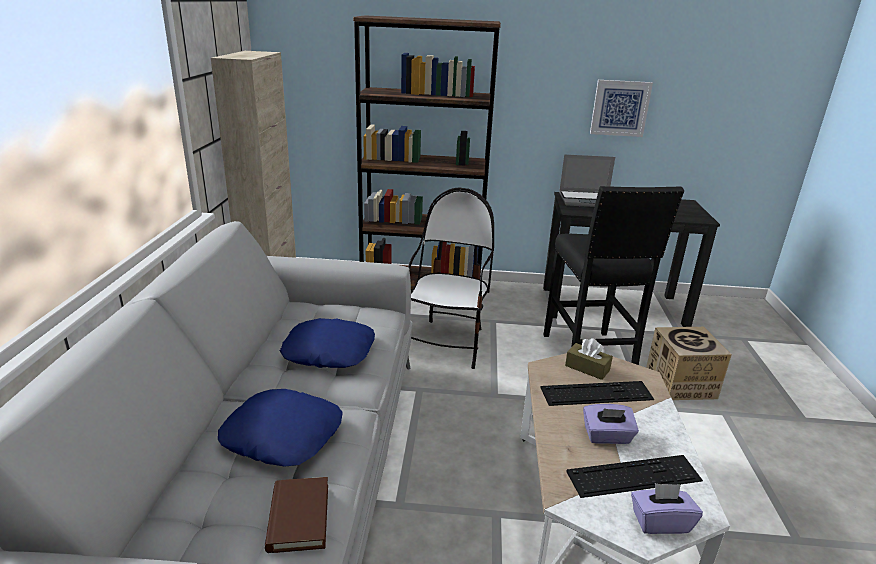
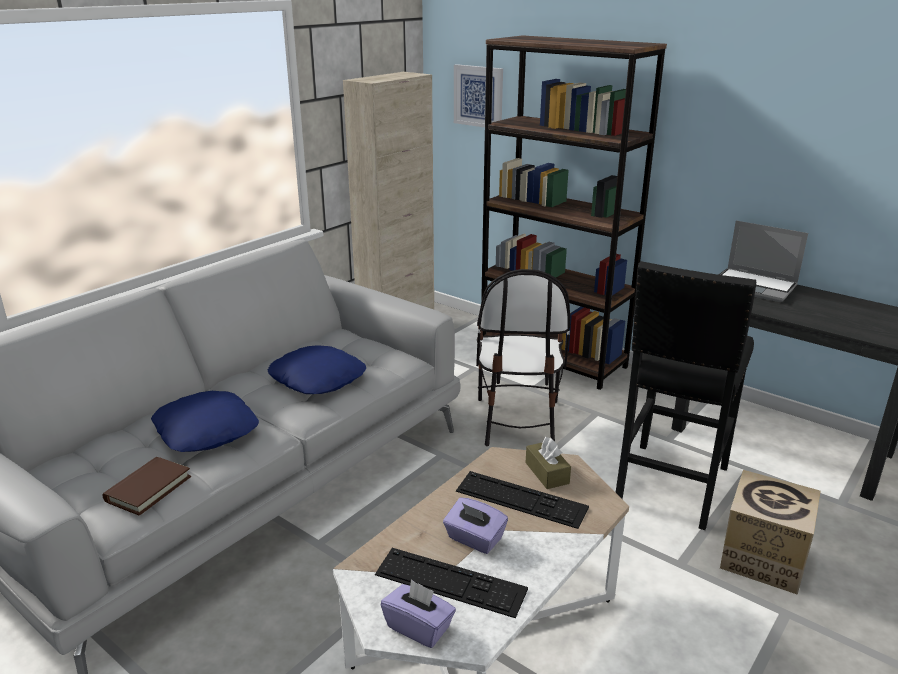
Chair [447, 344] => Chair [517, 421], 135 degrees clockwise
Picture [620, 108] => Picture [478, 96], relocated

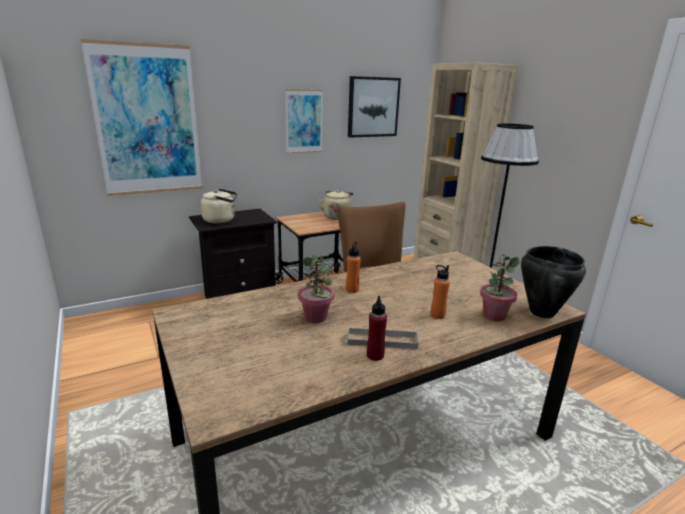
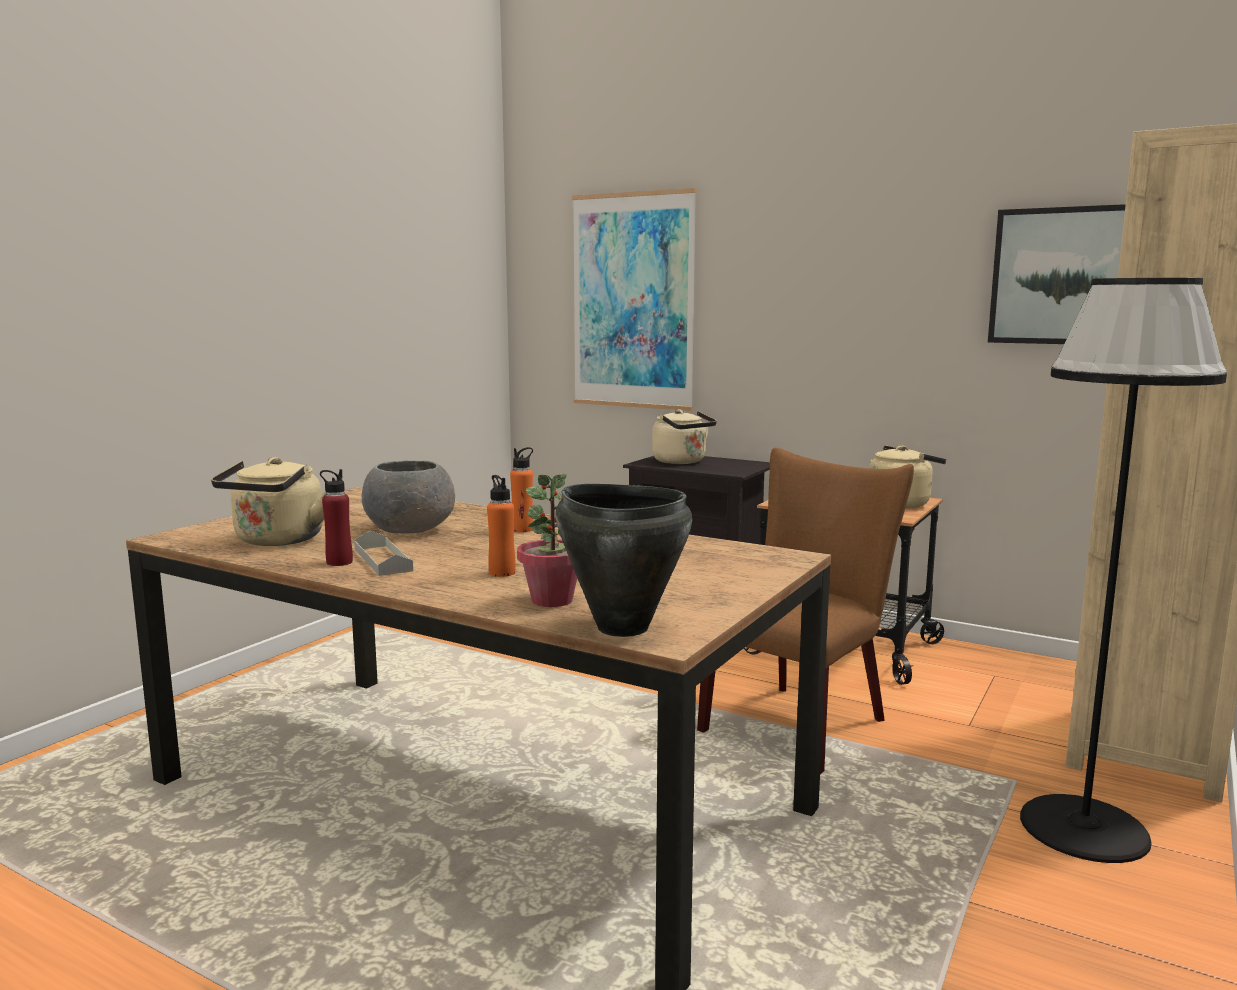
Picture [304, 121] => nothing
PottedPlant [316, 317] => GreyBowl [411, 530]
nothing => BeigeKettle [277, 541]

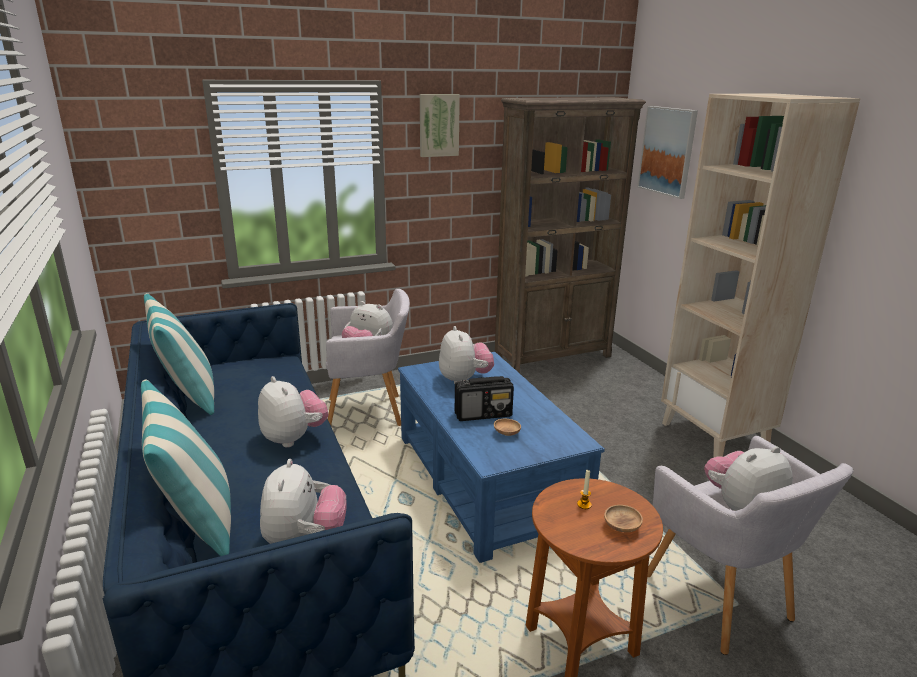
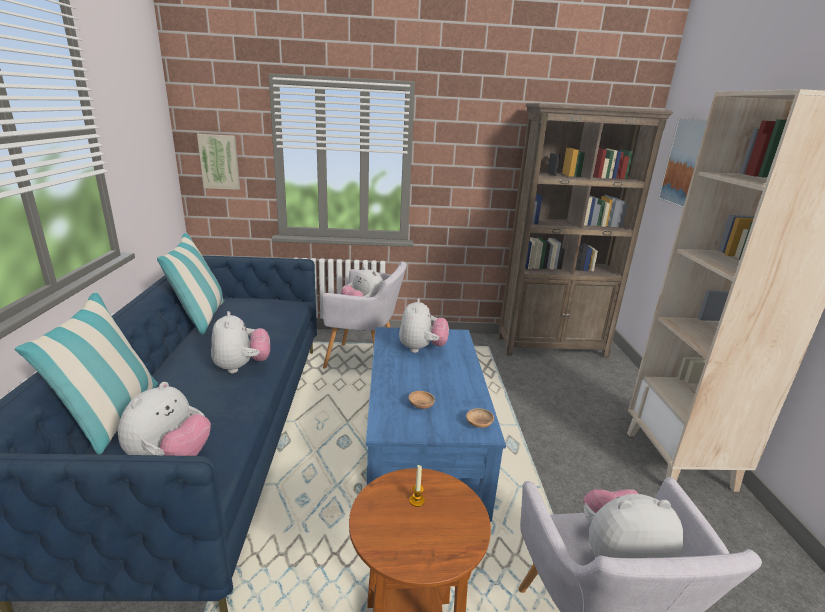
Picture [438, 125] => Picture [220, 162], relocated
Radio [483, 414] => nothing
BrownBowl [622, 527] => BrownBowl [479, 424], relocated

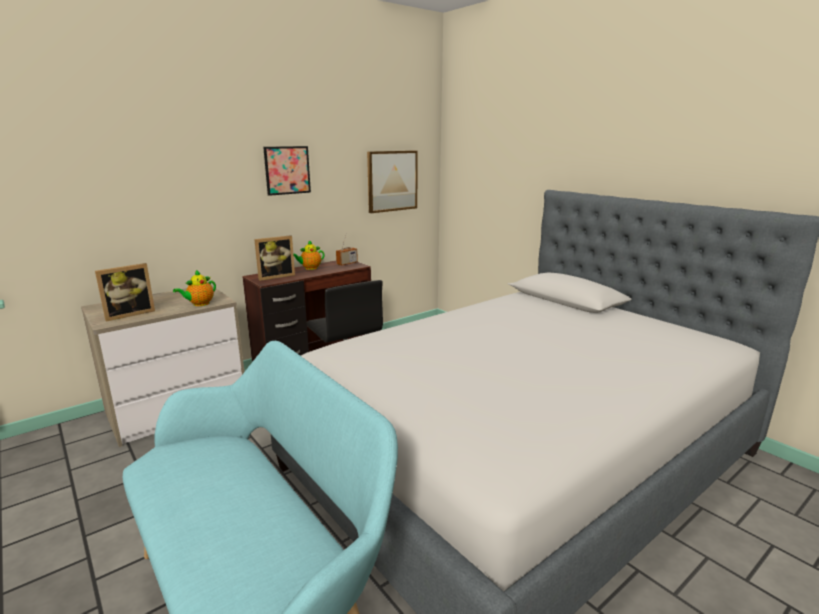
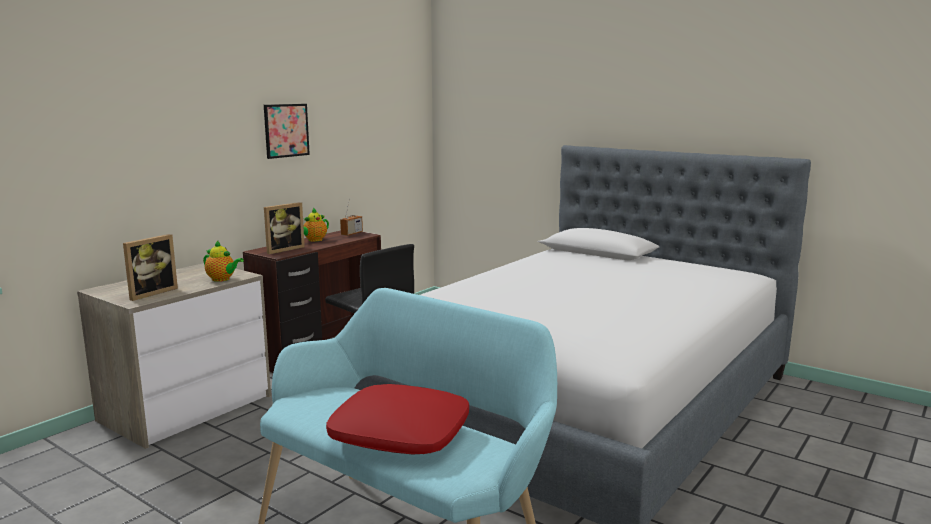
Teapot [199, 304] => Teapot [222, 279], 90 degrees counterclockwise
Picture [392, 181] => nothing
nothing => RedPillow [401, 434]

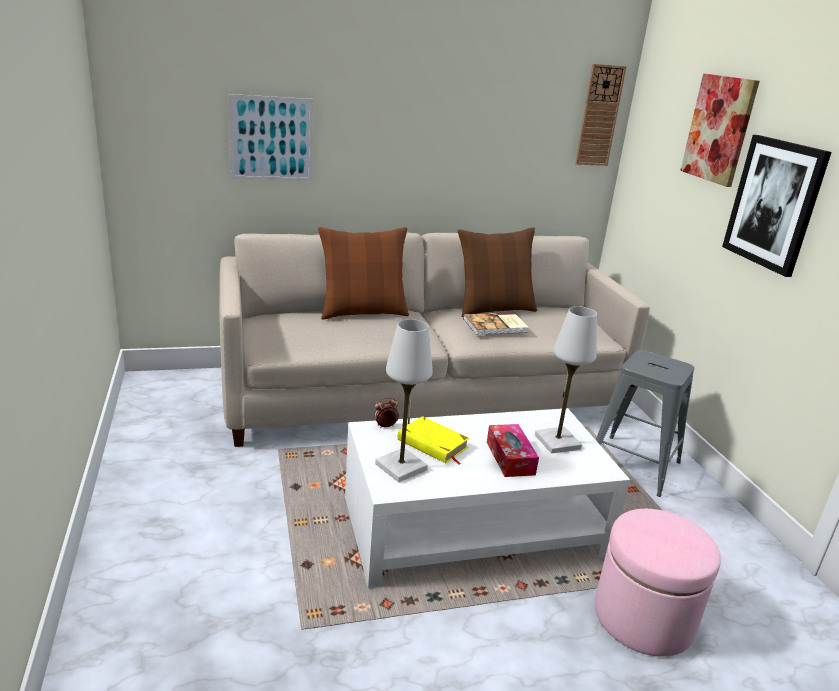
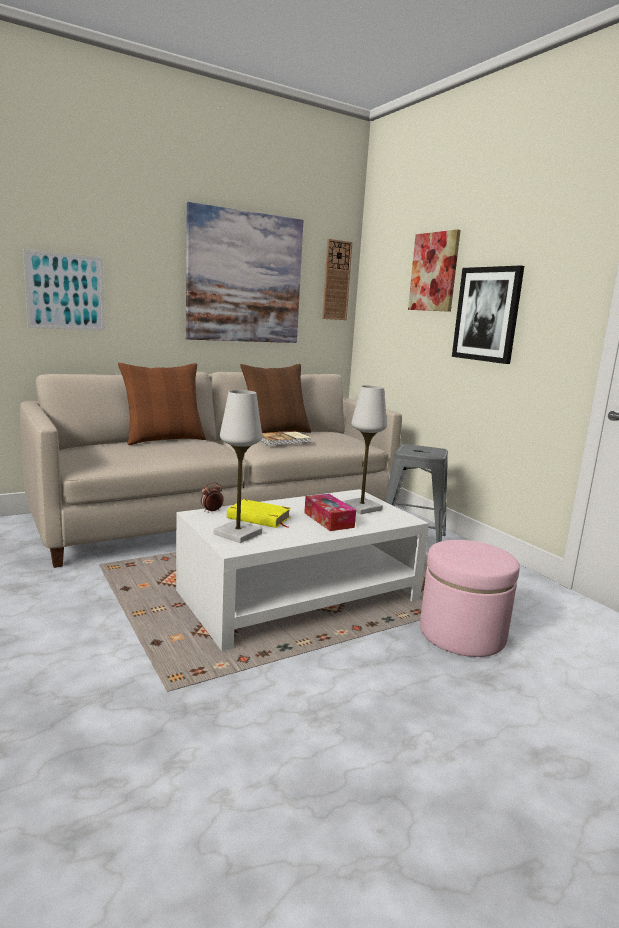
nothing => Picture [245, 278]

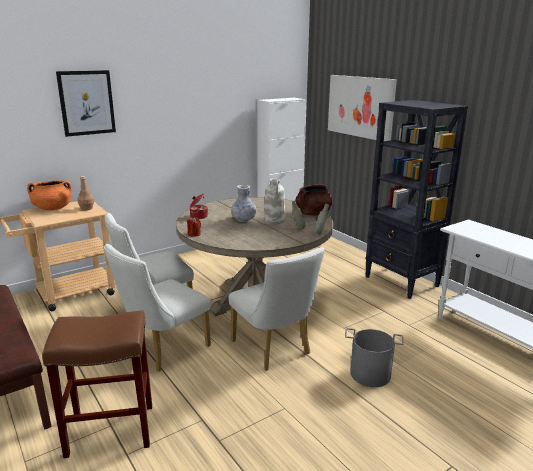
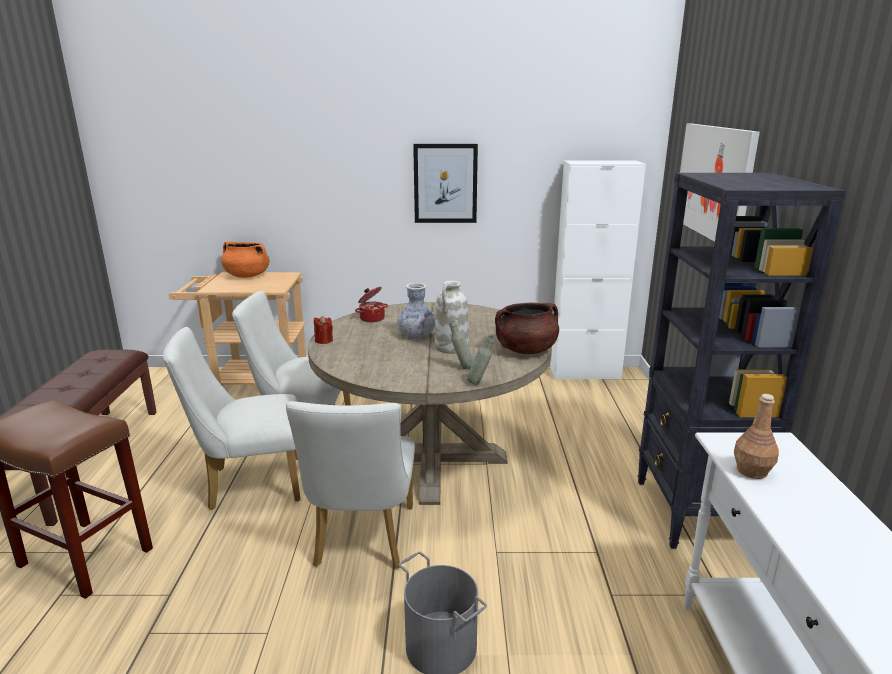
Picture [86, 103] => Picture [445, 183], relocated
BrownBottle [87, 208] => BrownBottle [752, 471], relocated

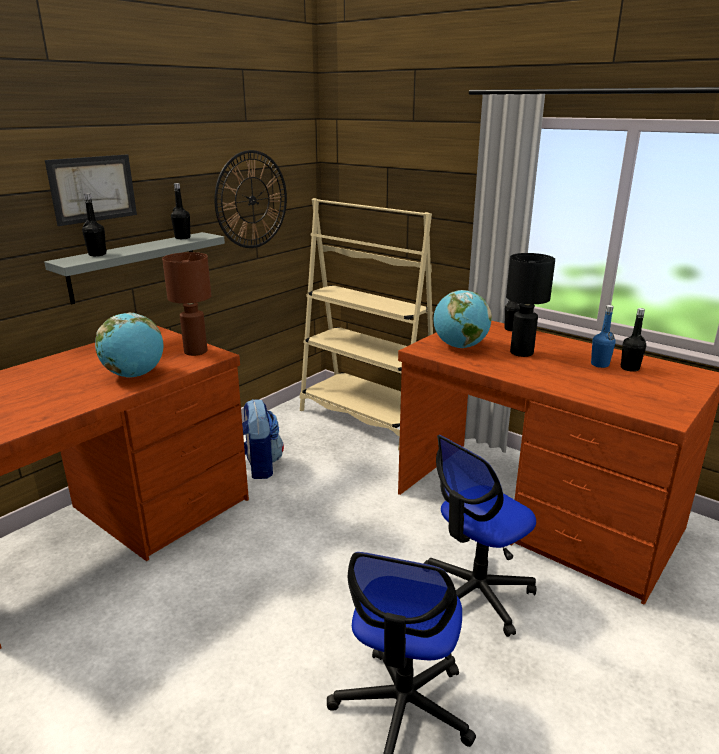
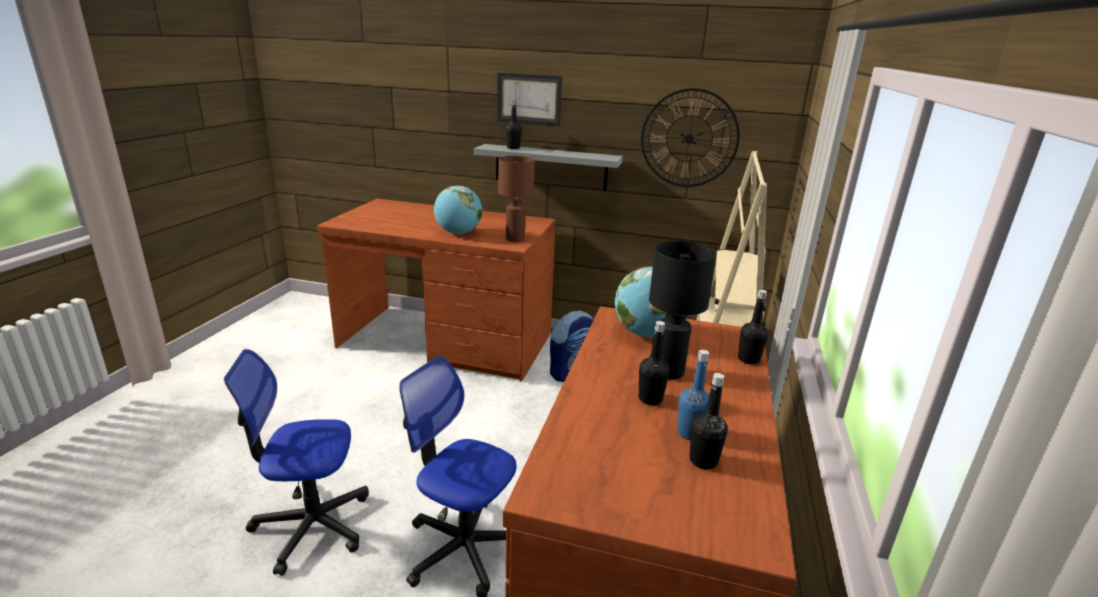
BlackBottle [182, 238] => BlackBottle [650, 399], relocated

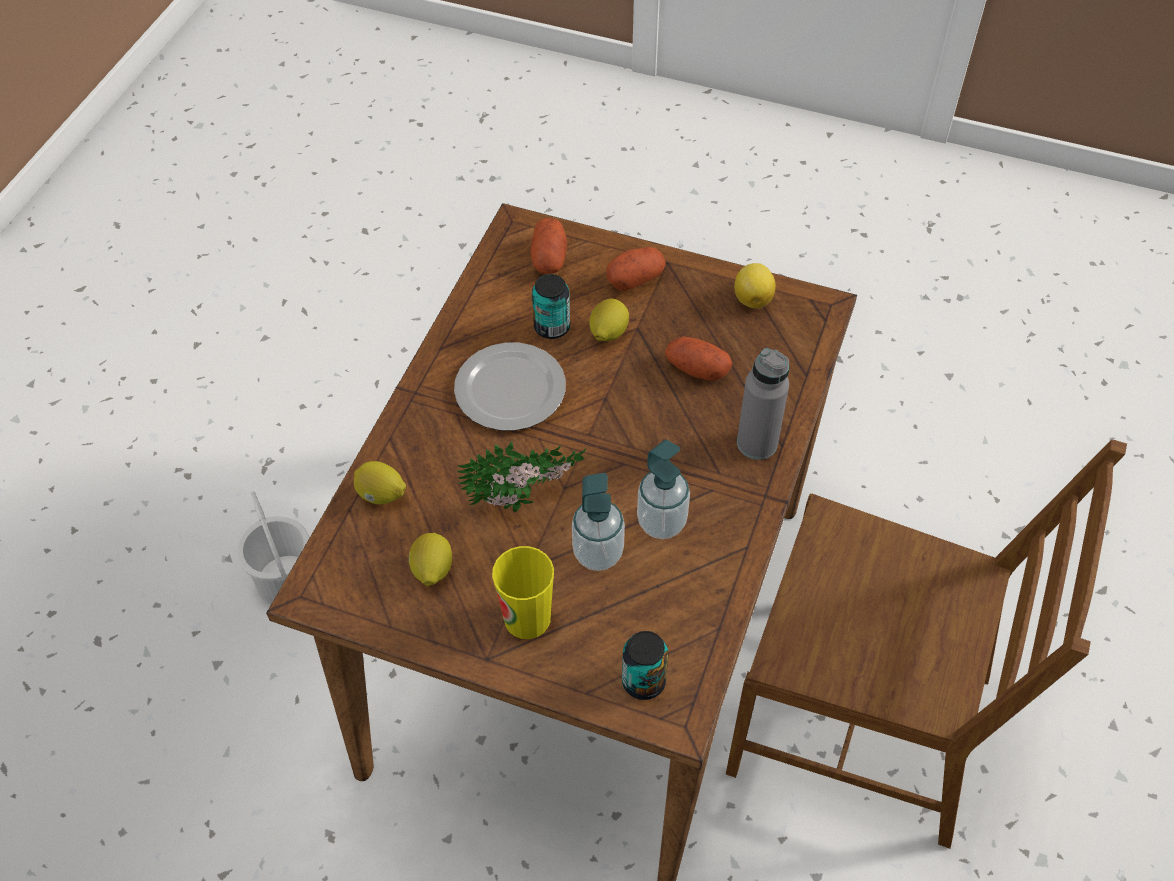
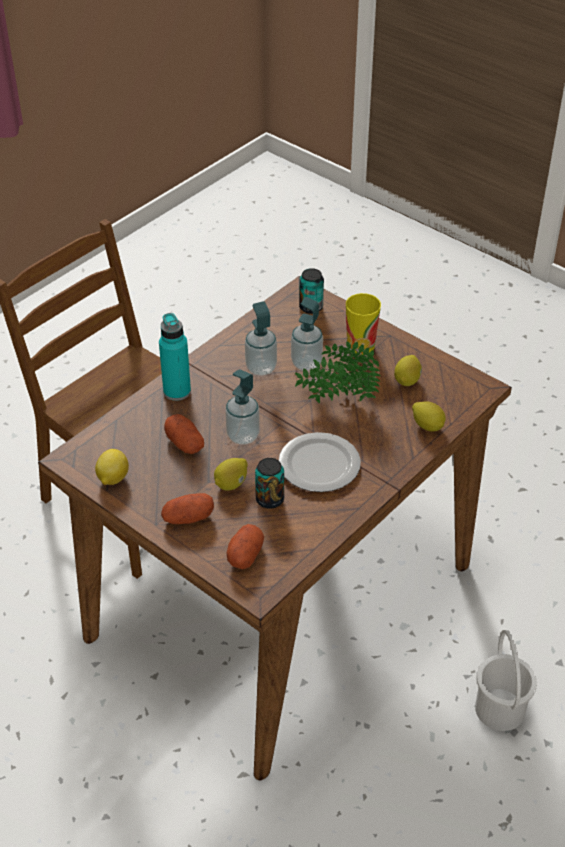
GreyBottle [757, 443] => TurquoiseBottle [177, 391]
nothing => SoapDispenser [243, 436]

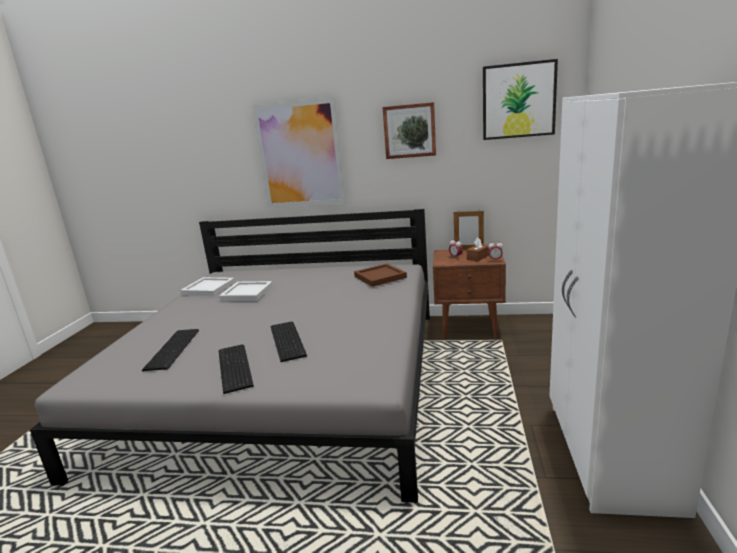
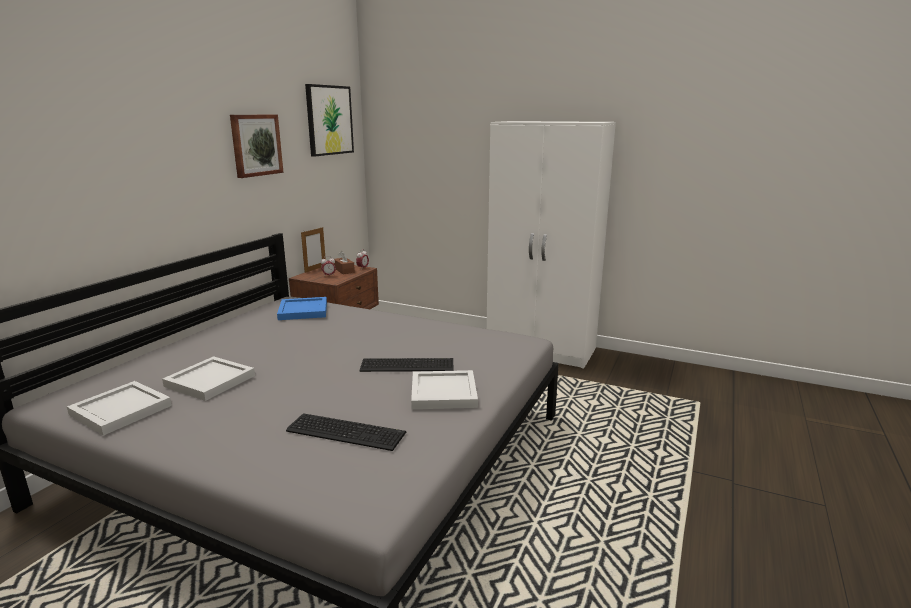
Keyboard [233, 368] => WhiteTray [444, 393]
Picture [300, 155] => nothing
BrownTray [380, 276] => BlueTray [302, 310]

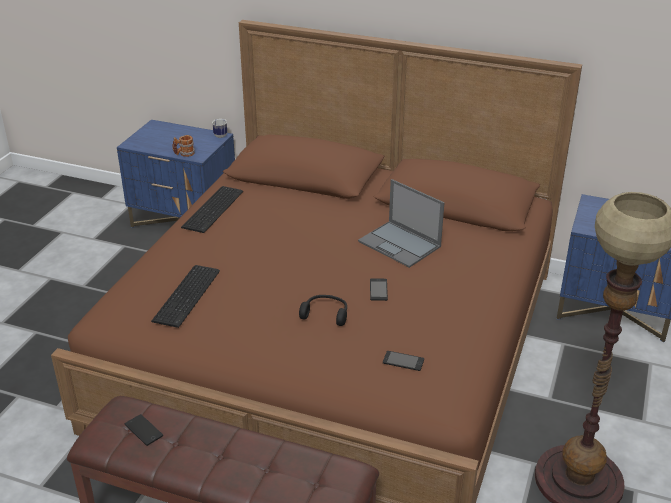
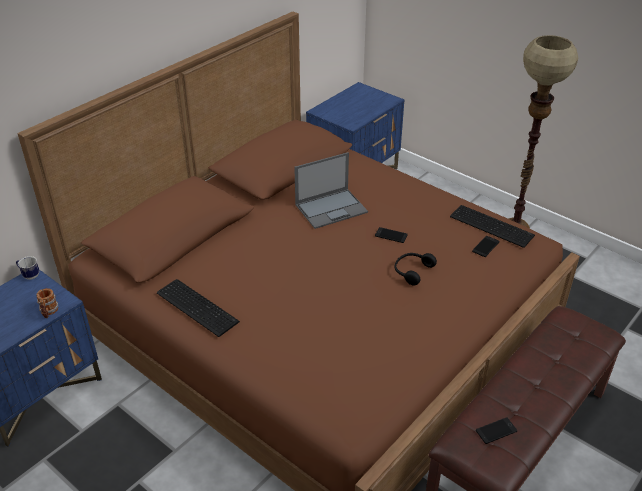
Keyboard [189, 295] => Keyboard [491, 225], relocated

